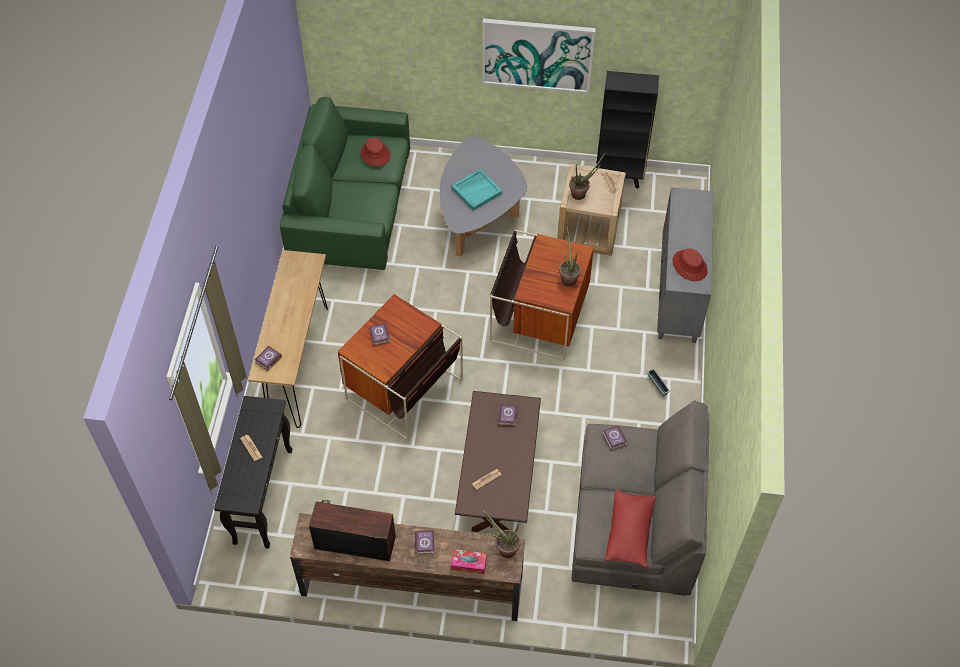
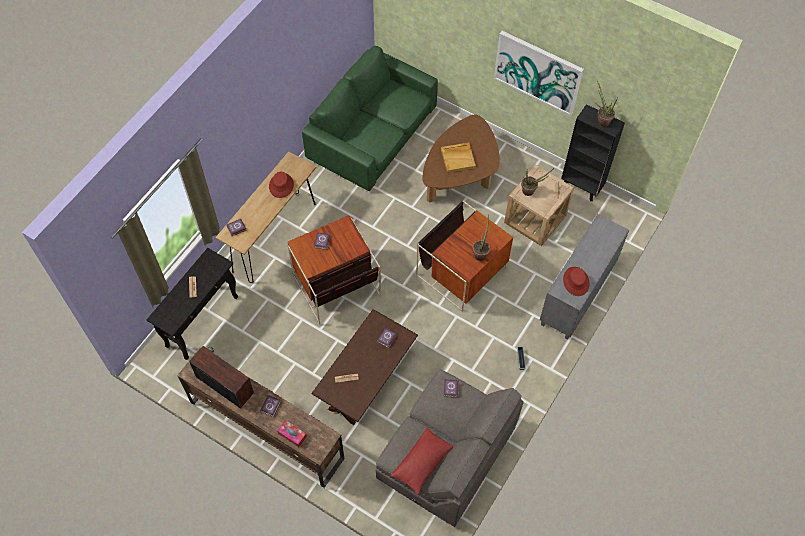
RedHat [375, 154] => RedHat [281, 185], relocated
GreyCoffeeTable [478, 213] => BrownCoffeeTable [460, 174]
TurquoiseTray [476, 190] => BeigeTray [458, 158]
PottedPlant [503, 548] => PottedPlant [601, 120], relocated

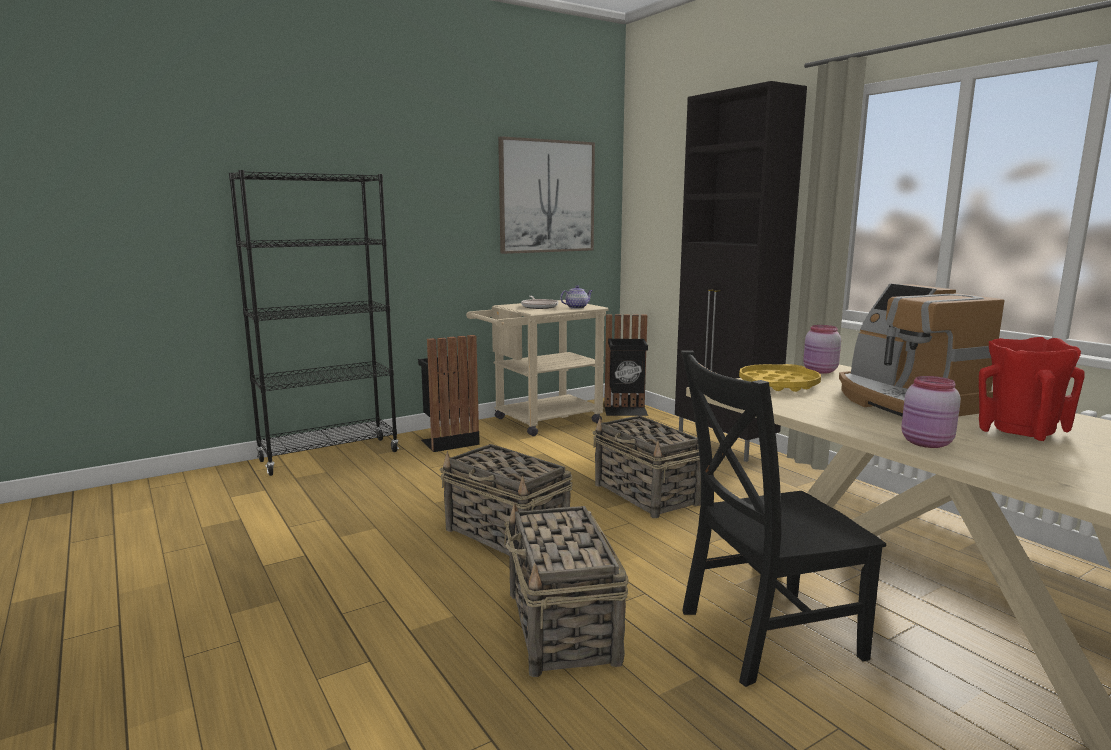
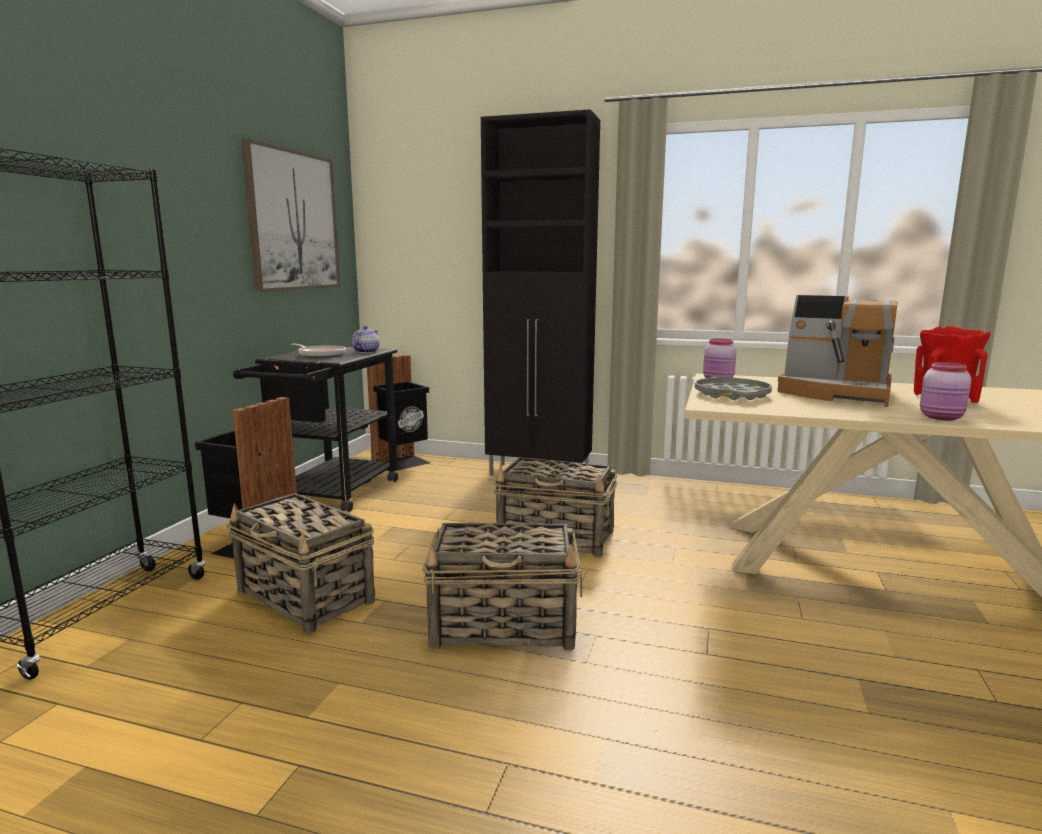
BeigeCart [539, 422] => BlackCart [330, 495]
Basket [562, 628] => Basket [306, 597], relocated
BlackChair [763, 635] => nothing
YellowTray [779, 384] => GreyTray [732, 395]

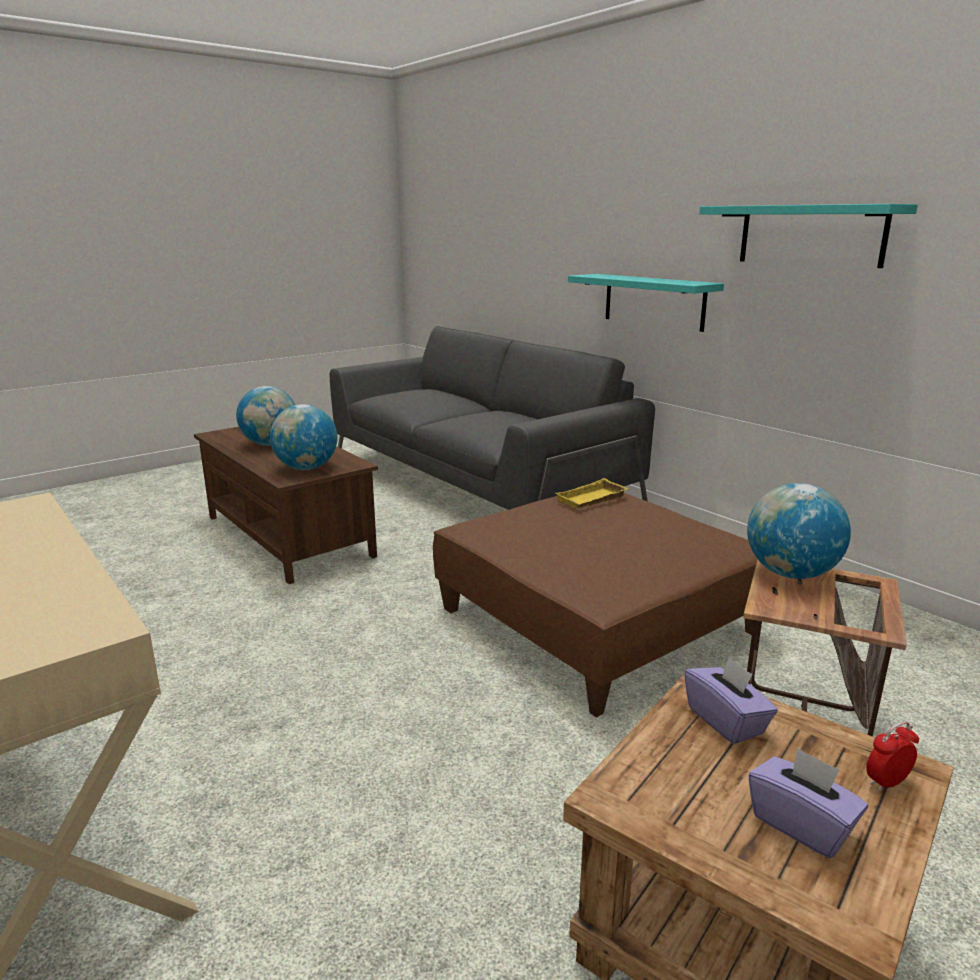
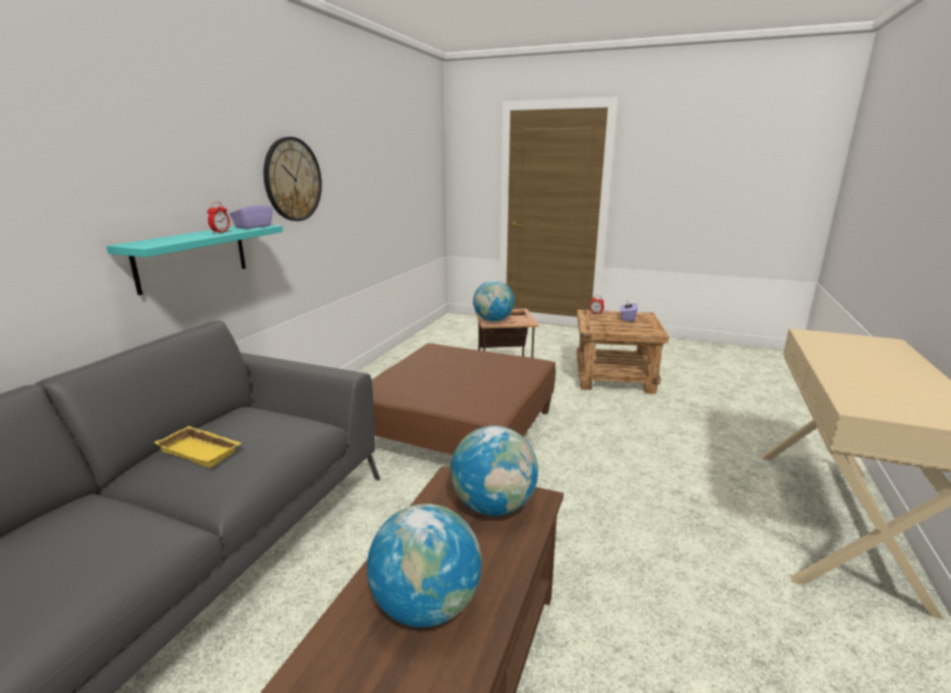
YellowTray [592, 500] => YellowTray [202, 450], relocated
PurpleTissueBox [726, 721] => PurpleTissueBox [253, 227], relocated
TurquoiseShelf [810, 235] => WallClock [292, 179]
nothing => AlarmClock [220, 232]

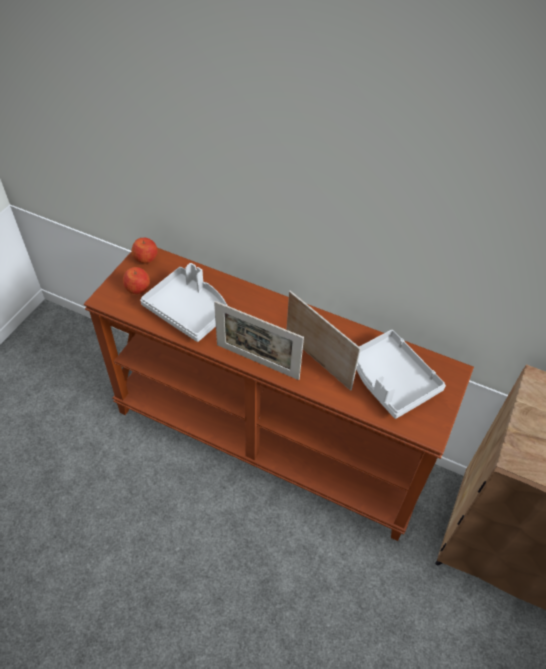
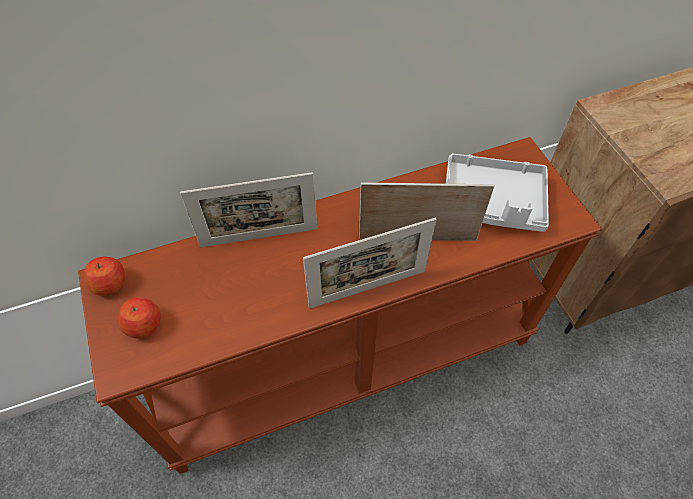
GreyTray [189, 310] => nothing
nothing => PictureFrame [259, 237]

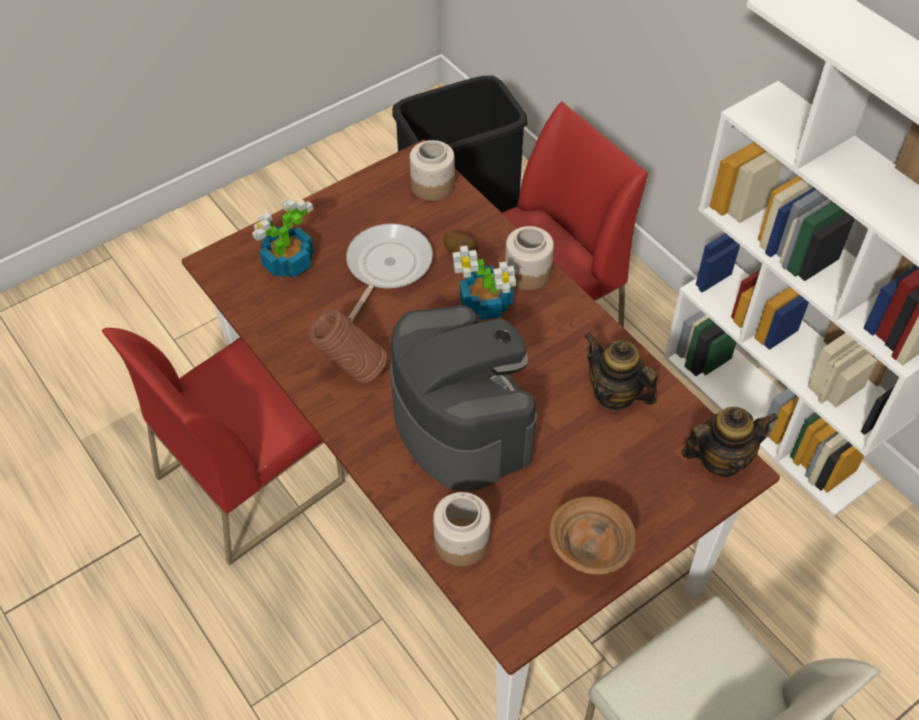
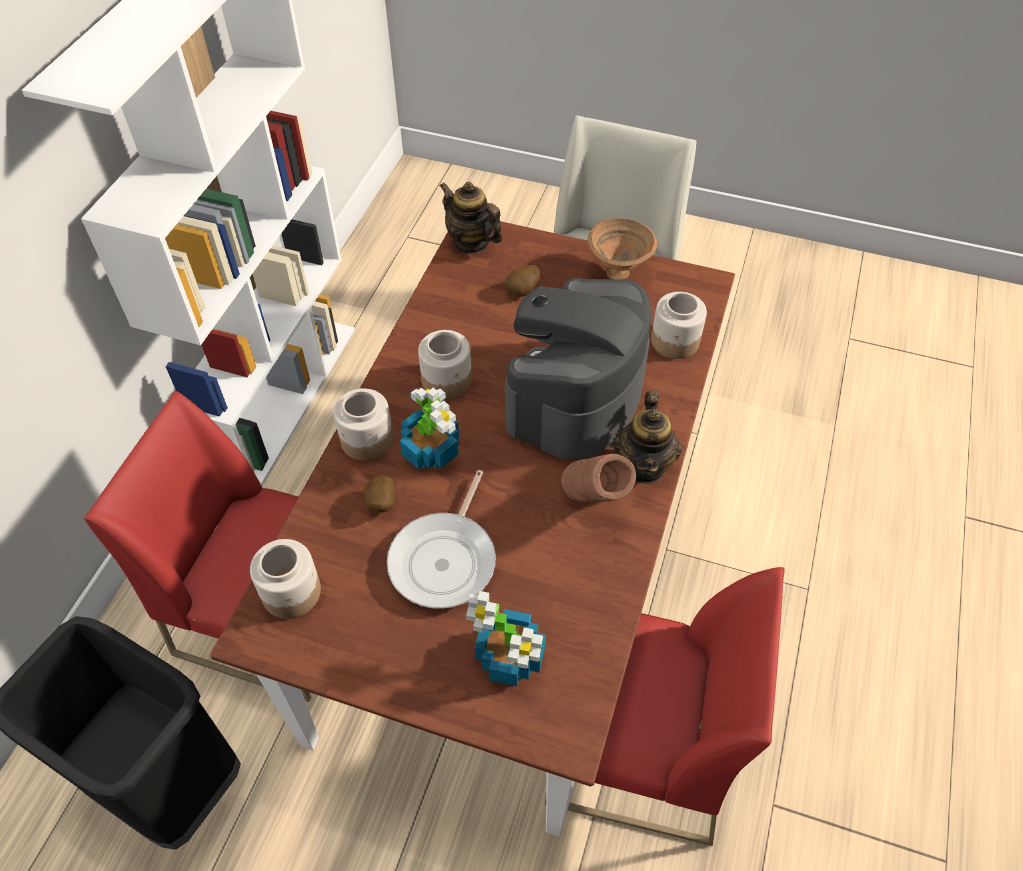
FryingPan [386, 267] => FryingPan [445, 559], 60 degrees counterclockwise
Teapot [614, 394] => Teapot [644, 465], relocated
nothing => Jar [447, 380]
nothing => Potato [523, 292]

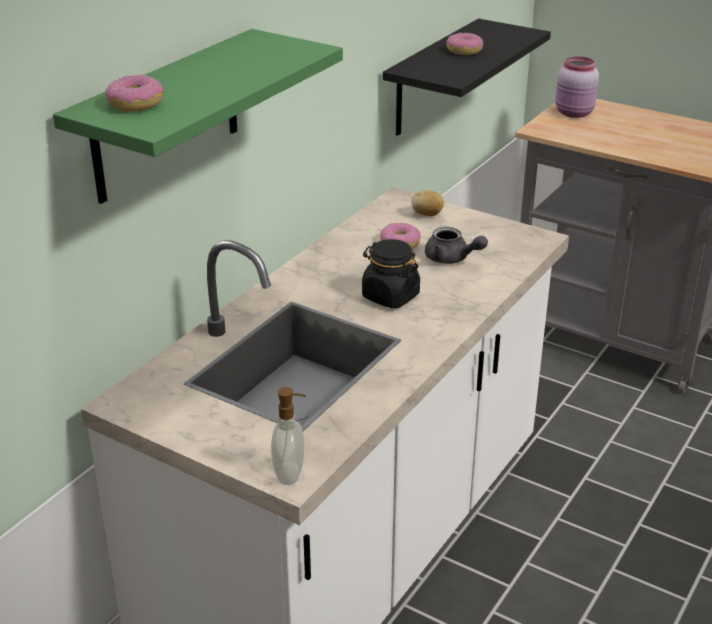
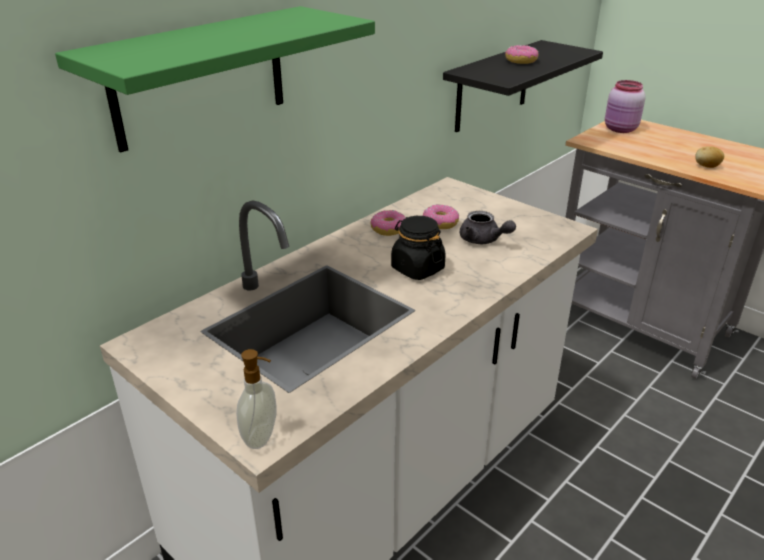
Donut [135, 103] => Donut [388, 229], relocated
Potato [427, 214] => Potato [706, 166], relocated

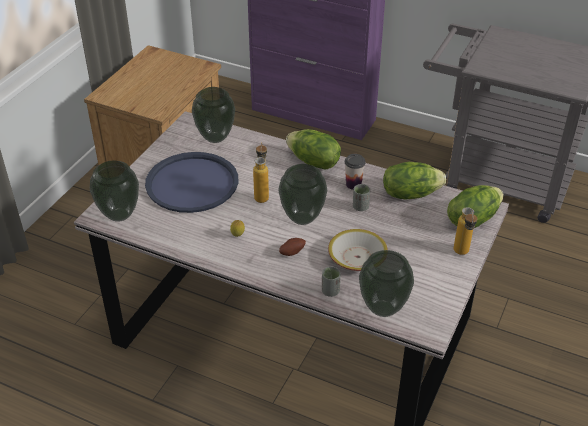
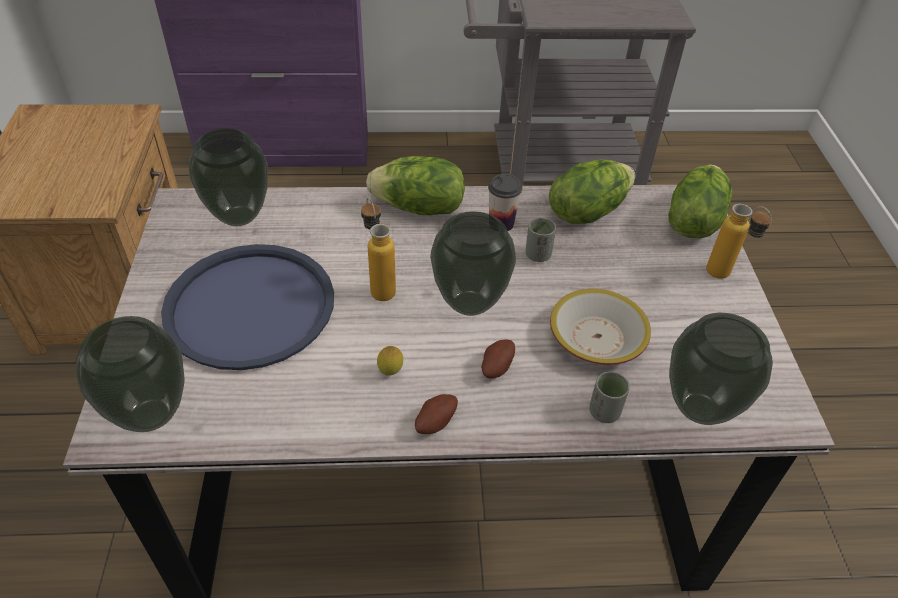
nothing => Potato [434, 422]

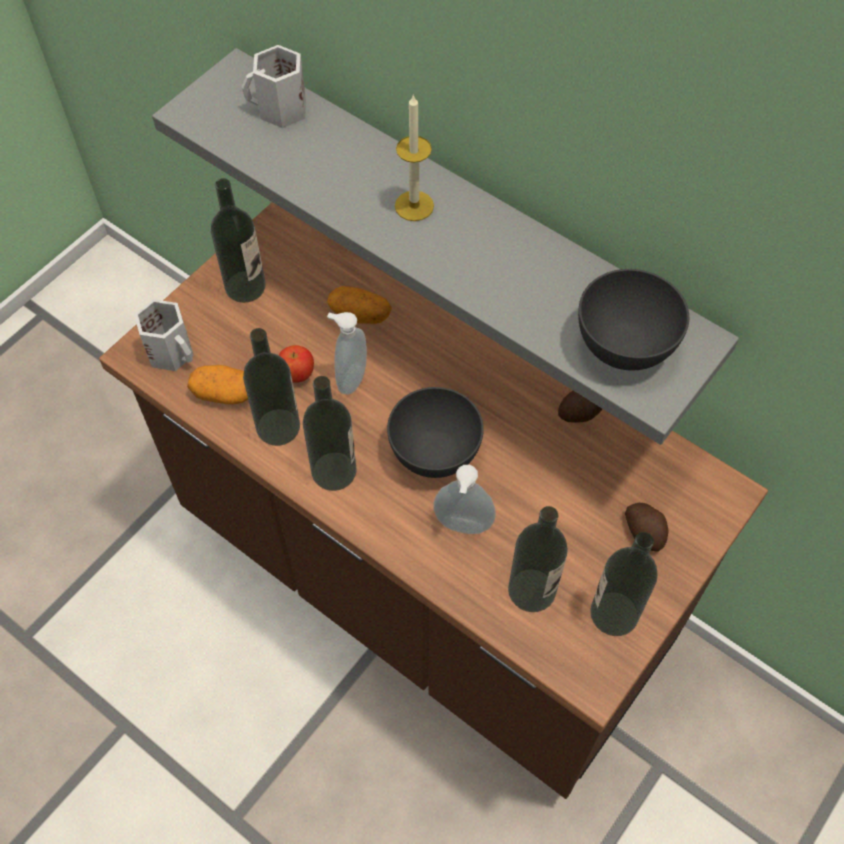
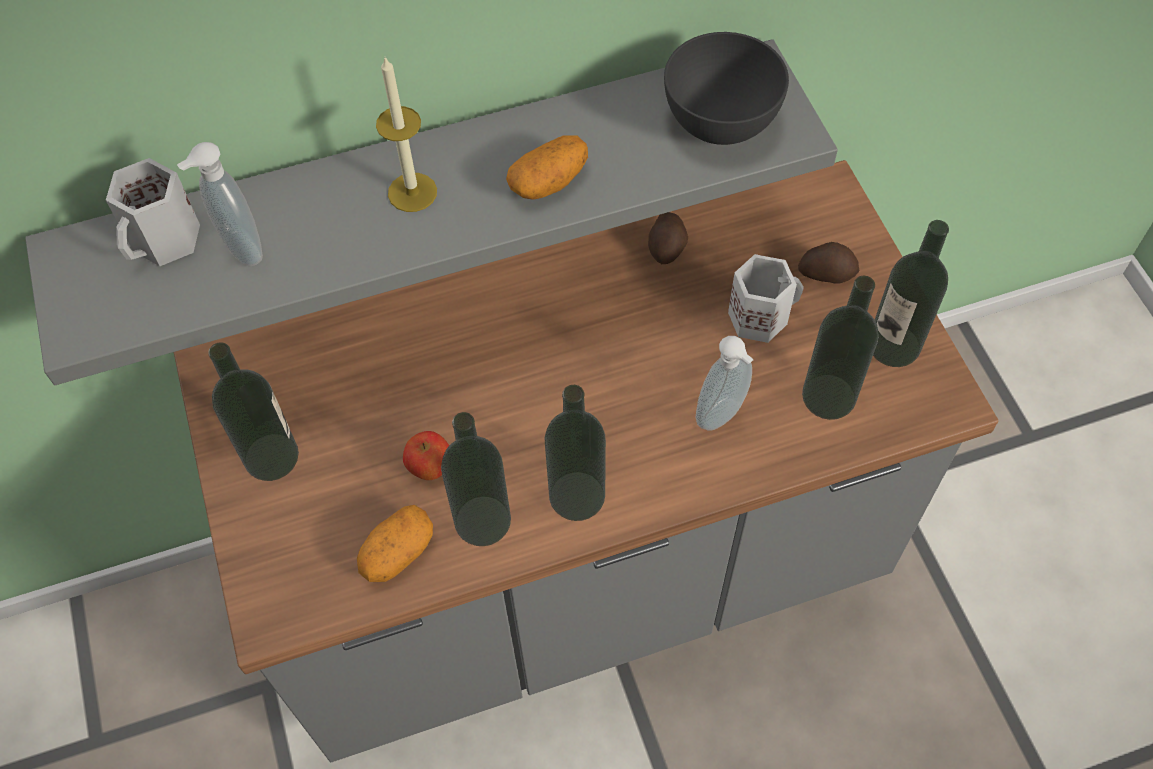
BrownCounter [422, 584] => GreyCounter [582, 576]
WhiteMug [172, 351] => WhiteMug [759, 316], relocated
Potato [360, 314] => Potato [549, 182], relocated
SoapDispenser [350, 378] => SoapDispenser [240, 250], relocated
GreyBowl [434, 452] => nothing

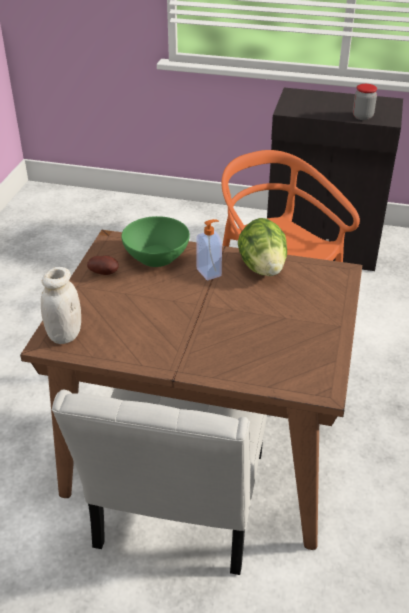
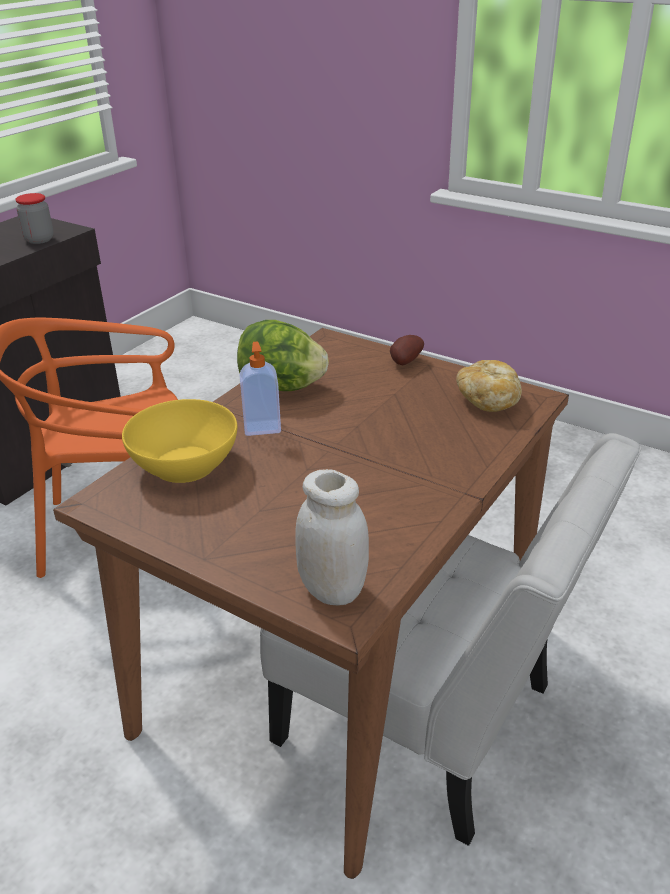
Potato [105, 273] => Potato [404, 362], relocated
GreenBowl [156, 256] => YellowBowl [185, 464]
nothing => Bread [488, 400]

